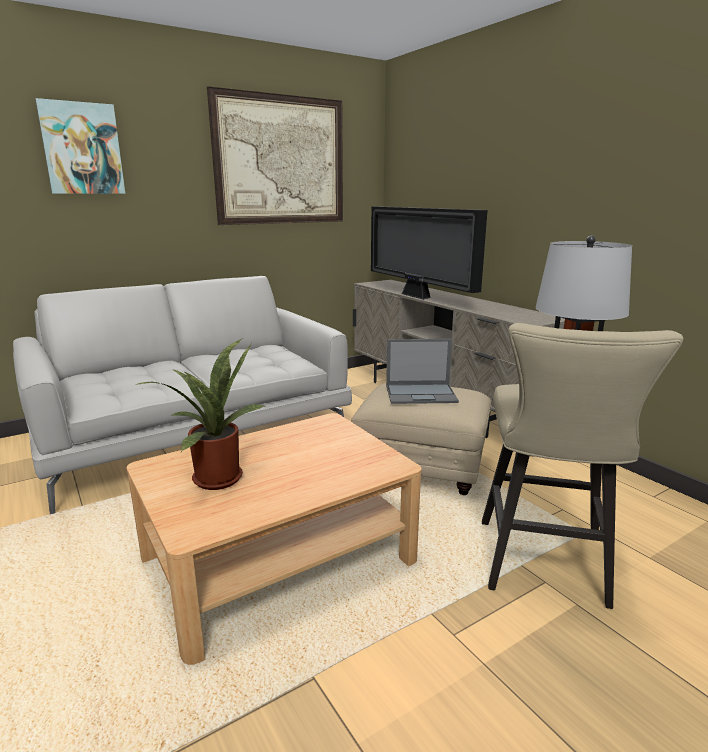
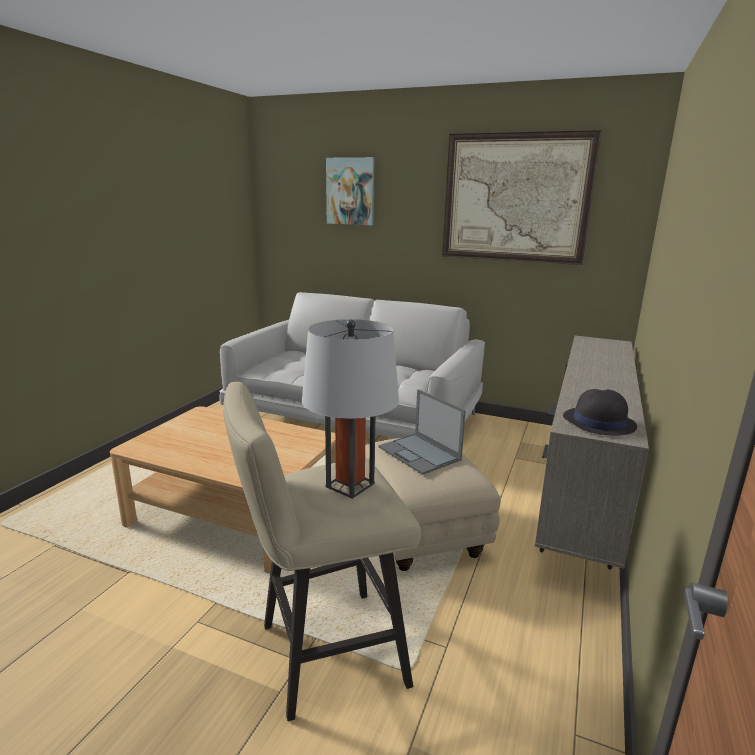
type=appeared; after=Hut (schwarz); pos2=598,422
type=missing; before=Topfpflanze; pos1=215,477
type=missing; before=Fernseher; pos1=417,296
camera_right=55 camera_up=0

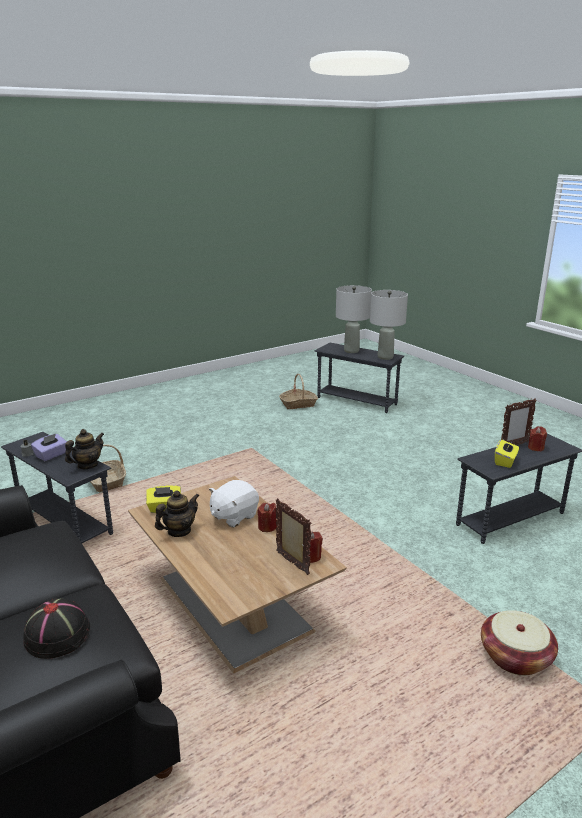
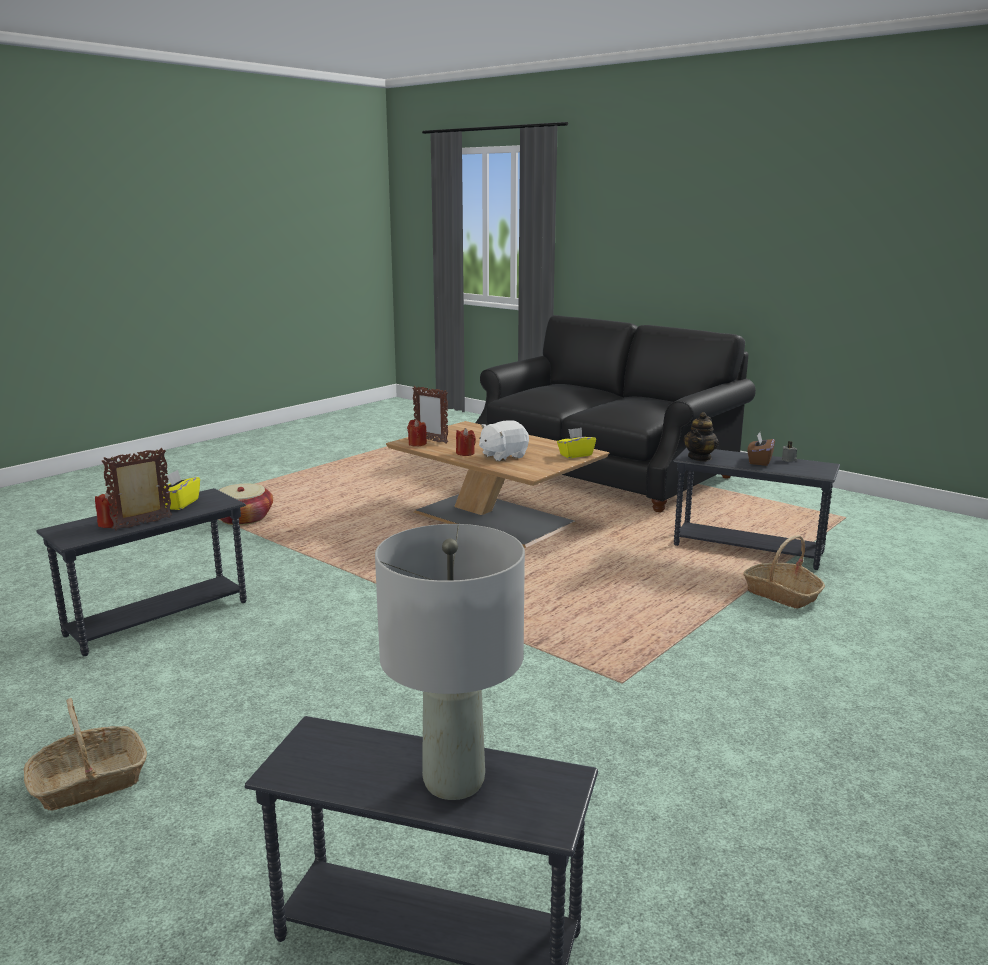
type=relocated; before=Korb; pos1=298,404; pos2=89,782
type=spun; before=Plüschtier (weiß); pos1=233,516; pos2=503,456; turn=-150
type=colour; before=Taschentuchbox (lila); after=Taschentuchbox (braun); pos1=51,455; pos2=759,461
type=missing; before=Hut (schwarz); pos1=58,634
type=missing; before=Teekanne; pos1=179,531
type=missing; before=Tischlampe (grau); pos1=385,357
camera_right=165 camera_up=-5

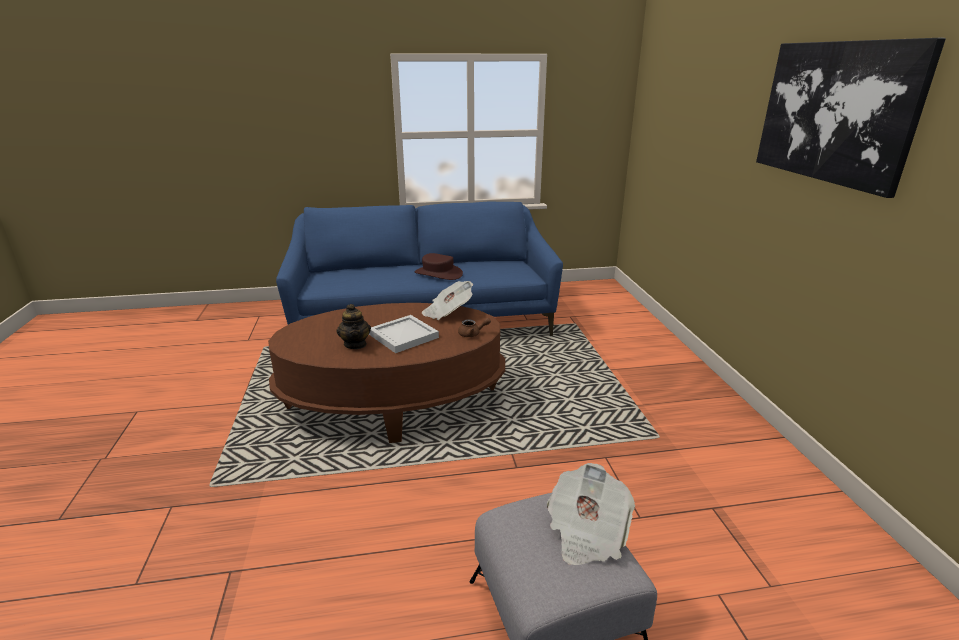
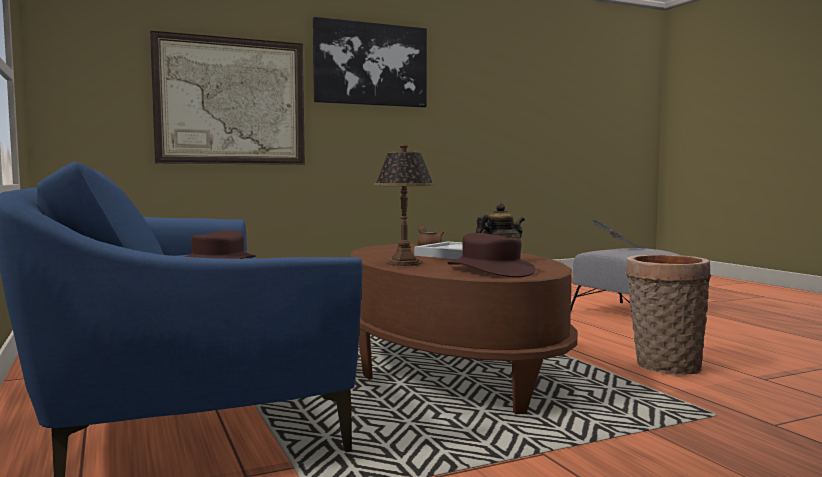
type=appeared; after=Bild; pos2=231,101
type=appeared; after=Tischlampe; pos2=404,263
type=appeared; after=Hut (braun); pos2=490,270
type=appeared; after=Korb; pos2=663,366
type=missing; before=Zeitung; pos1=447,312
camera_right=-105 camera_up=-20

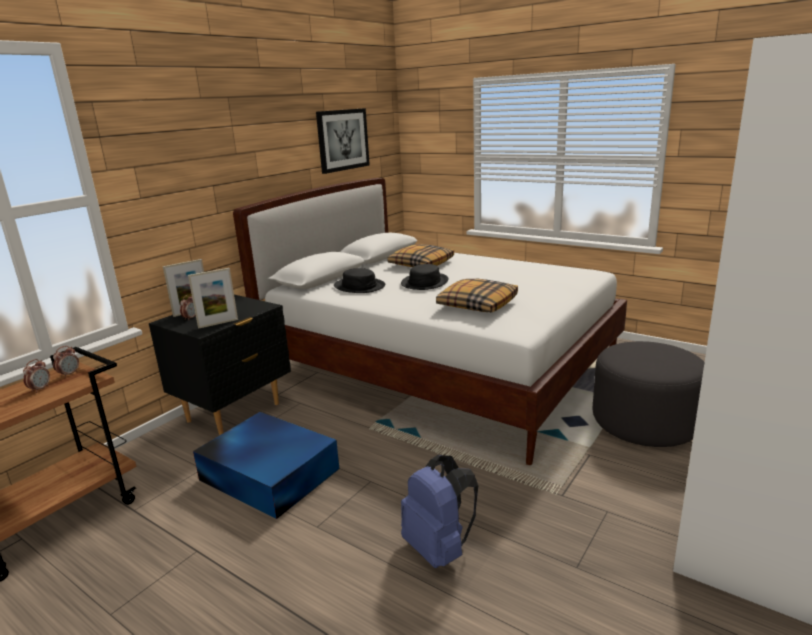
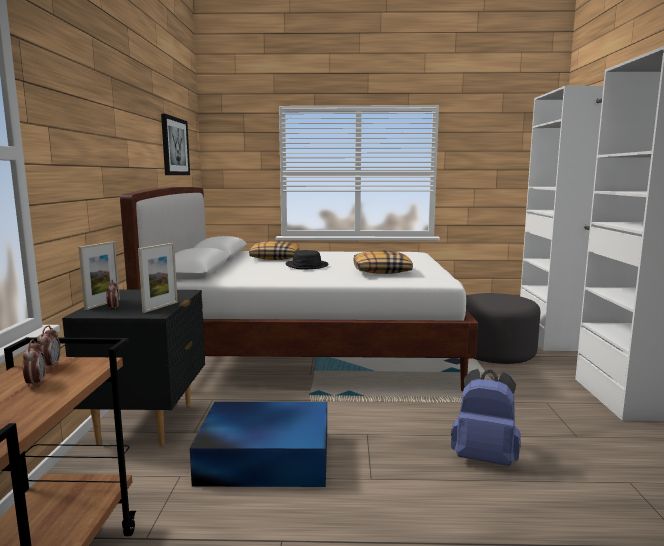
type=missing; before=Hut (schwarz); pos1=359,286
camera_right=-35 camera_up=-10

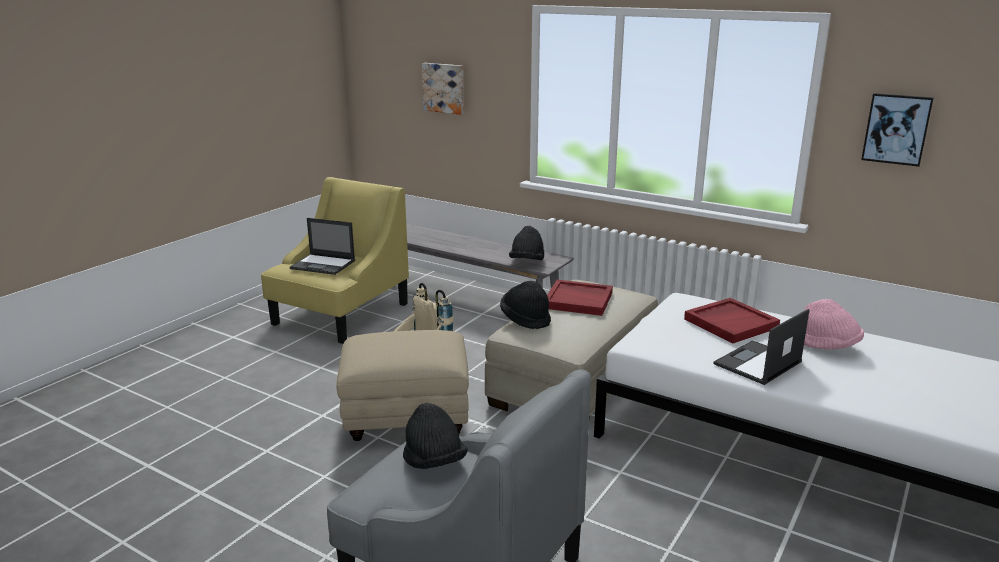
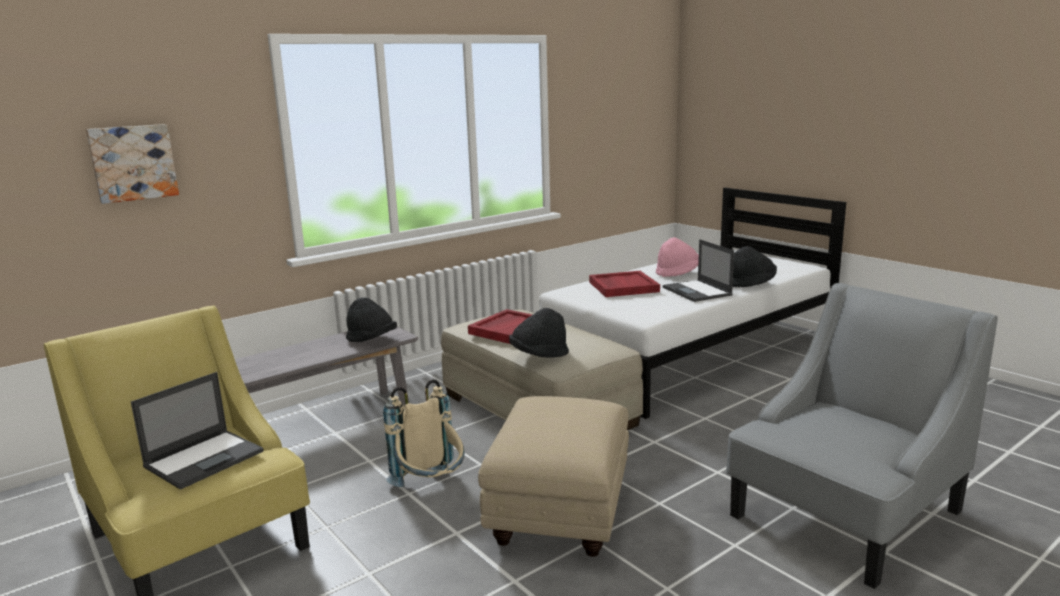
type=relocated; before=Hut (schwarz); pos1=434,462; pos2=750,284
type=missing; before=Bild; pos1=896,129
camera_right=-70 camera_up=-5

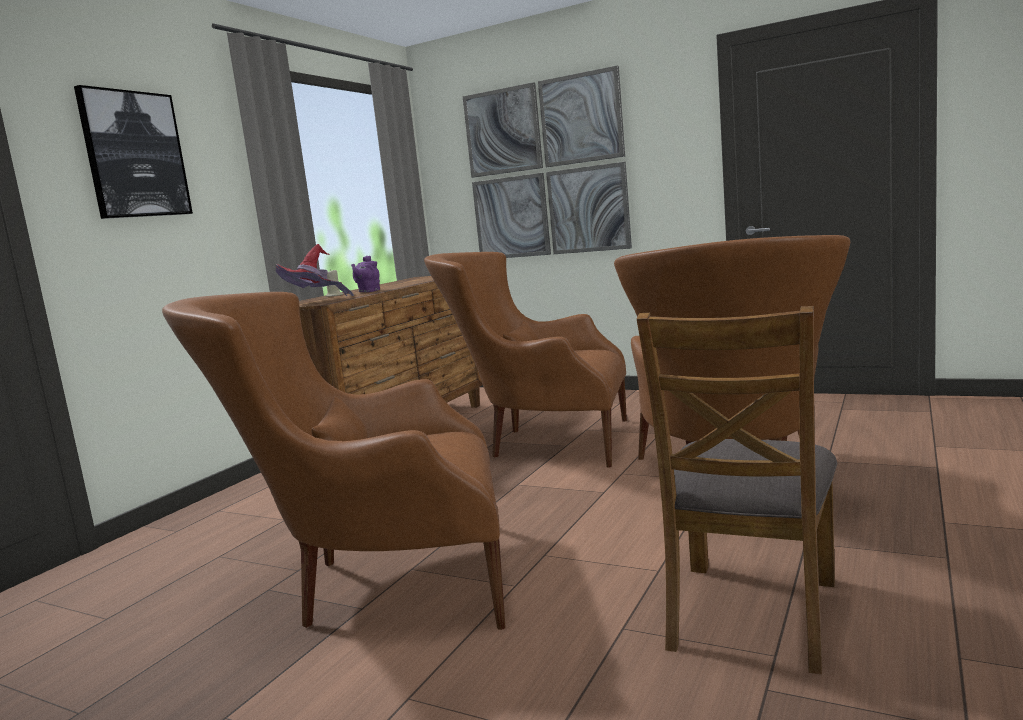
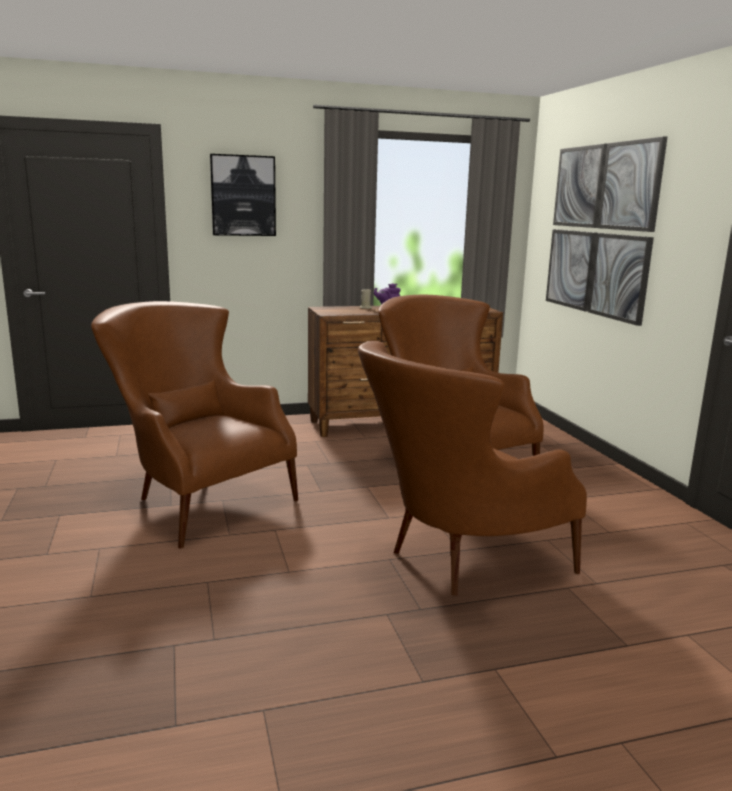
type=missing; before=Hut (rot); pos1=315,302
type=missing; before=Stuhl (braun); pos1=751,613
camera_right=45 camera_up=5

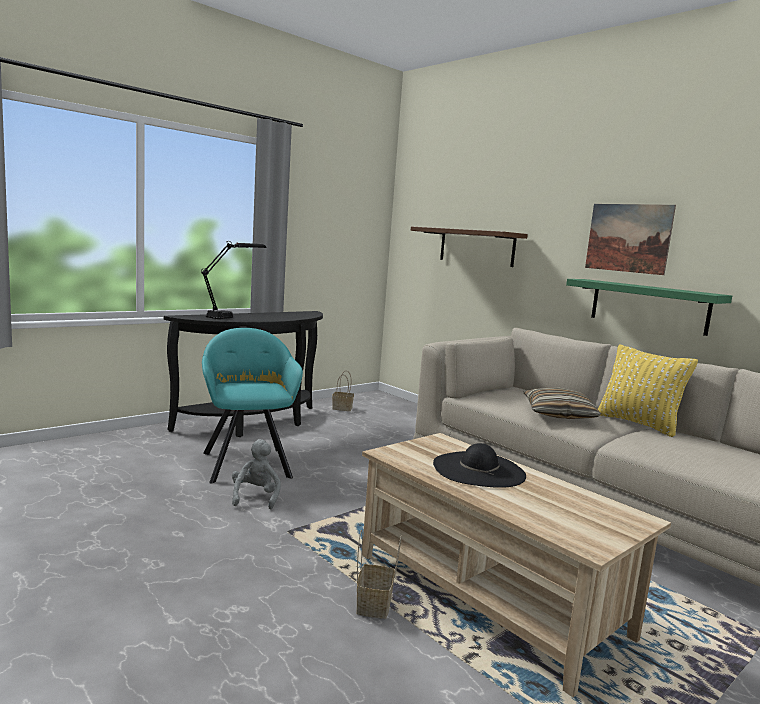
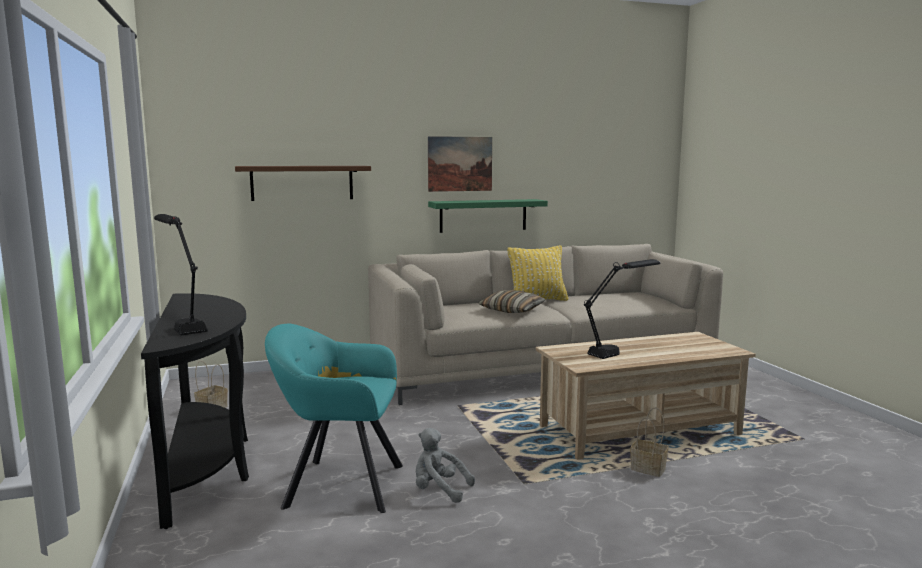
type=exchanged; before=Hut (schwarz); after=Tischlampe (schwarz); pos1=478,469; pos2=619,350
camera_right=-65 camera_up=0

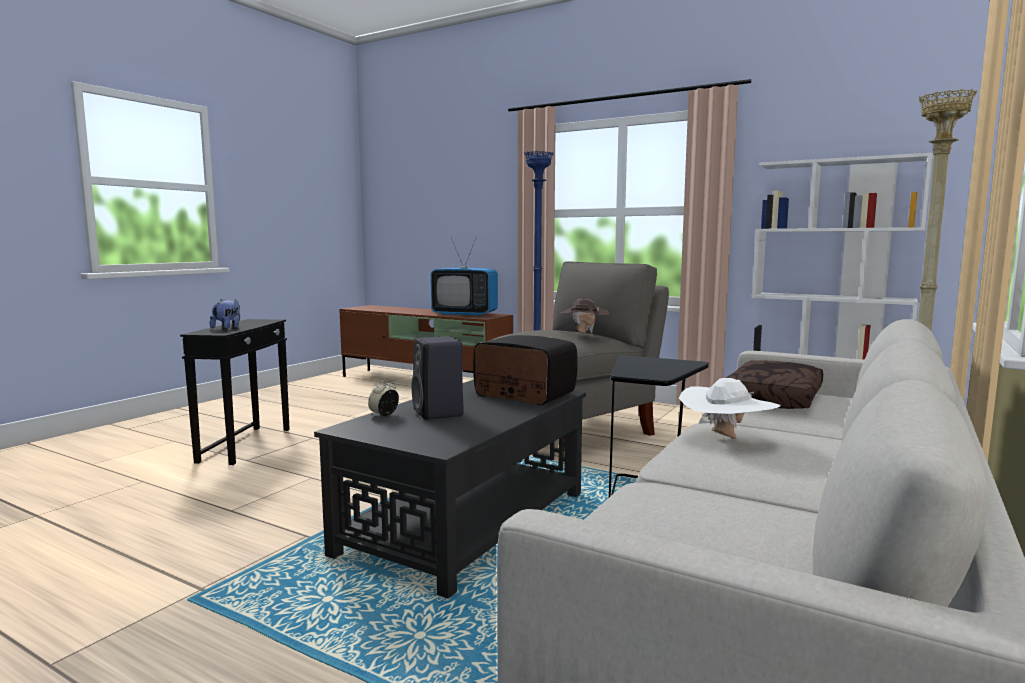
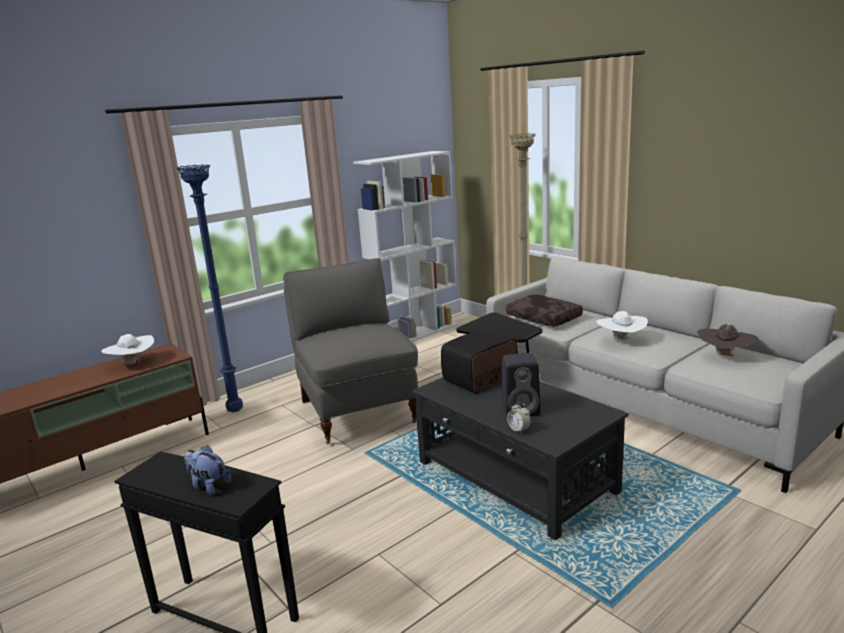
type=exchanged; before=Fernseher; after=Hut (weiß); pos1=465,314; pos2=132,364
type=relocated; before=Hut (braun); pos1=583,333; pos2=725,357
camera_right=-70 camera_up=10

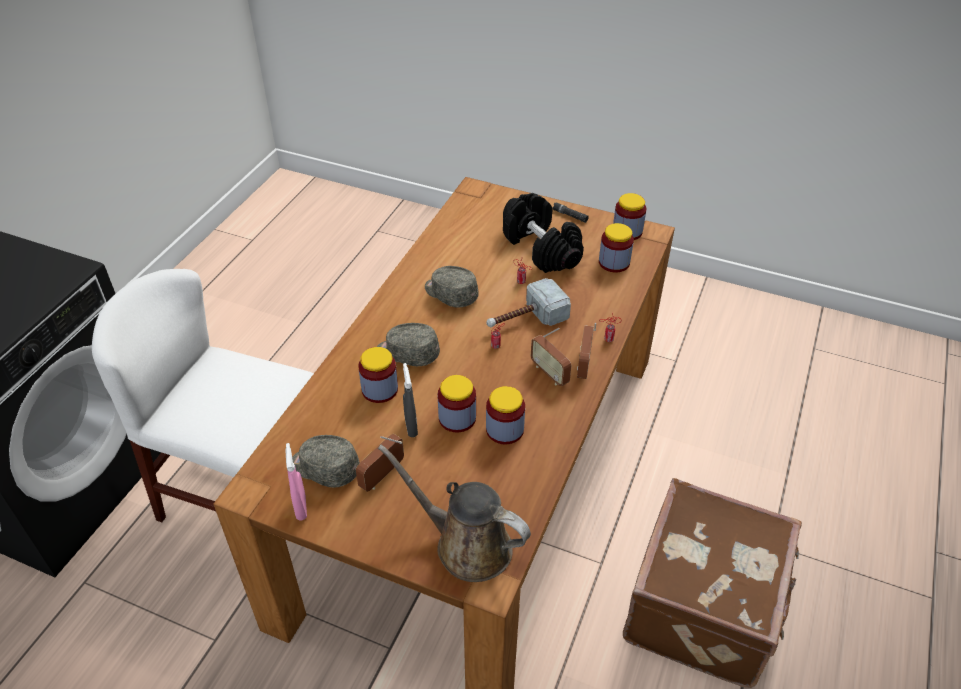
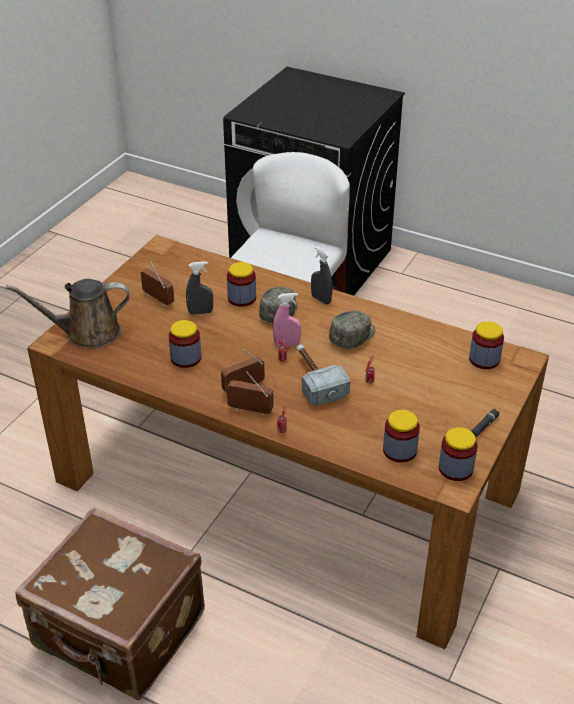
type=spun; before=Gießkanne (braun); pos1=466,545; pos2=87,333; turn=-135
type=relocated; before=Sprühflasche (rosa); pos1=301,508; pos2=287,344
type=appeared; after=Sprühflasche (grau); pos2=321,299
type=relocated; before=Vorratsglas; pos1=457,418; pos2=484,359
type=missing; before=Kappe (grau); pos1=325,468
type=missing; before=Hantel (schwarz); pos1=541,248
camera_right=95 camera_up=-5

